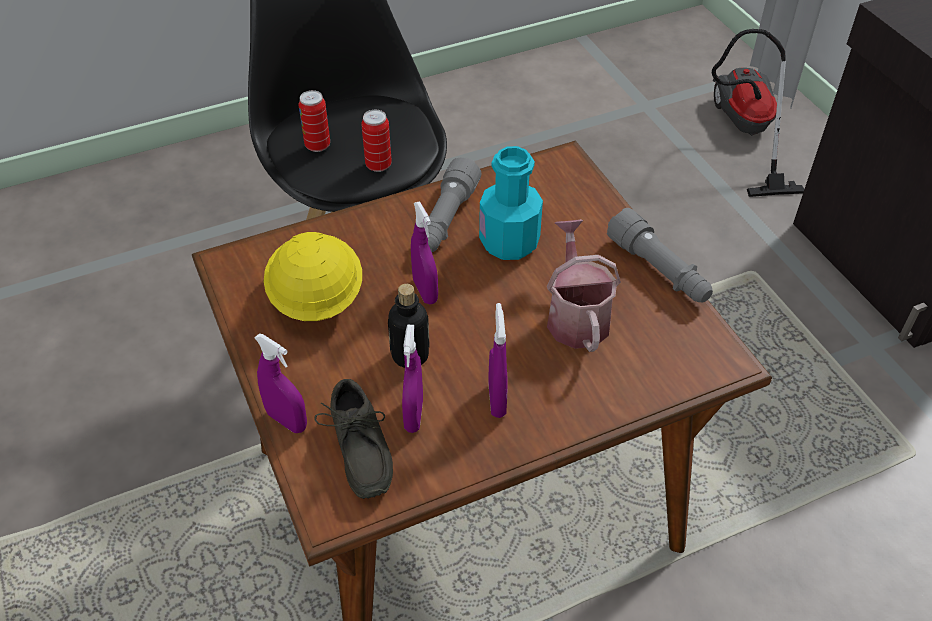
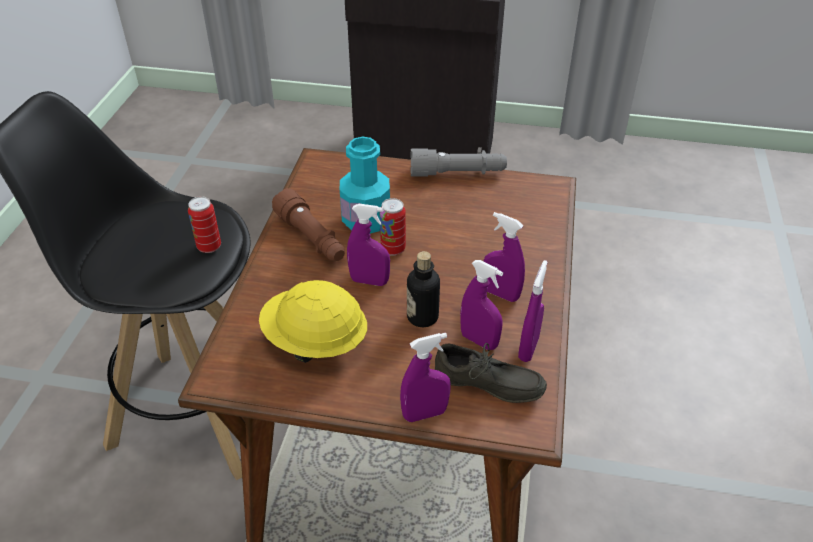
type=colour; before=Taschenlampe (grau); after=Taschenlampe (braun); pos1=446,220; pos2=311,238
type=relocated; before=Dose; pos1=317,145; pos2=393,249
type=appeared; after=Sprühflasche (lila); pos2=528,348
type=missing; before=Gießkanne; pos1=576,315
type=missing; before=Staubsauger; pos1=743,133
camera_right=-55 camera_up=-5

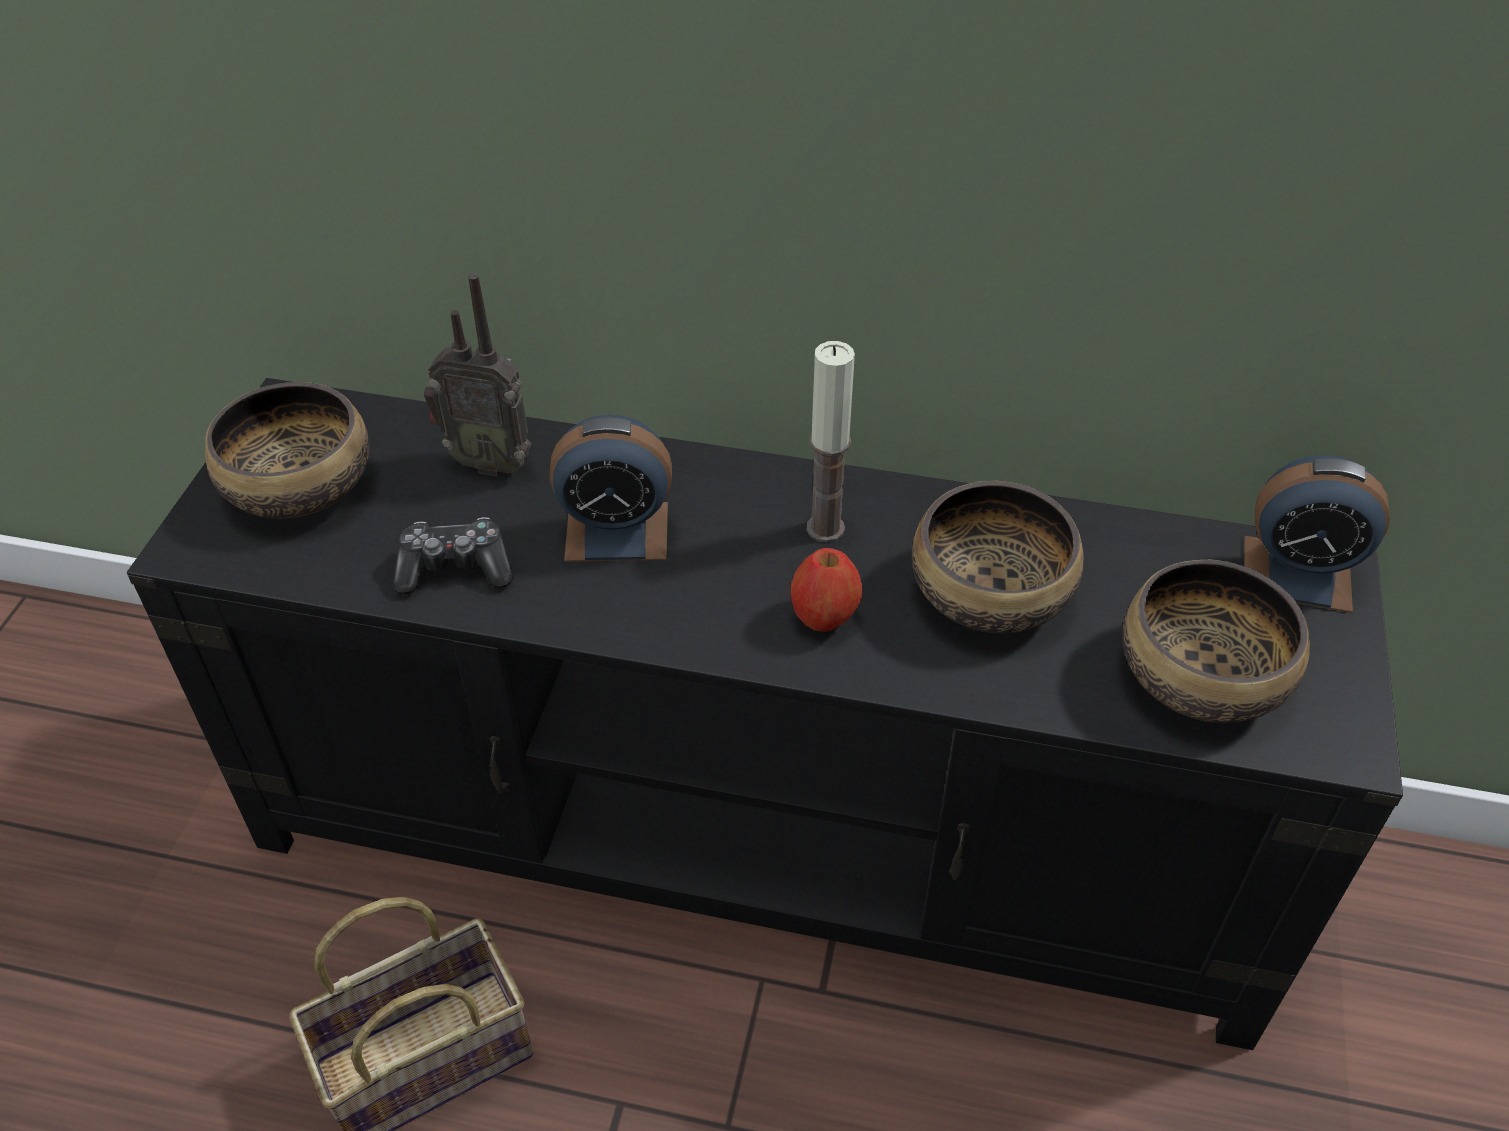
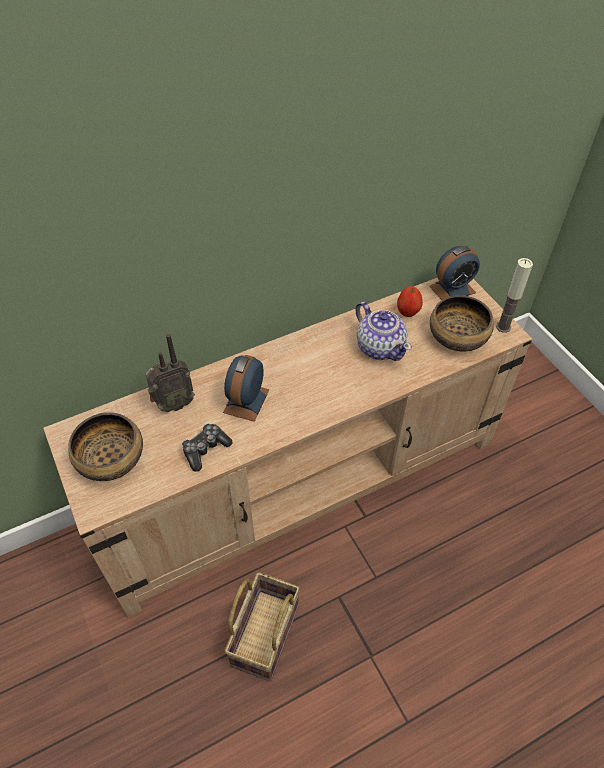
type=colour; before=Fernsehschrank (schwarz); after=Fernsehschrank (beige); pos1=760,836; pos2=302,482
type=spun; before=Wecker; pos1=617,531; pos2=246,401; turn=150
type=exchanged; before=Schüssel; after=Teekanne; pos1=992,592; pos2=380,347
type=relocated; before=Apfel; pos1=824,618; pos2=408,312
type=relocated; before=Kerze; pos1=825,528; pos2=503,327
camera_right=-40 camera_up=5

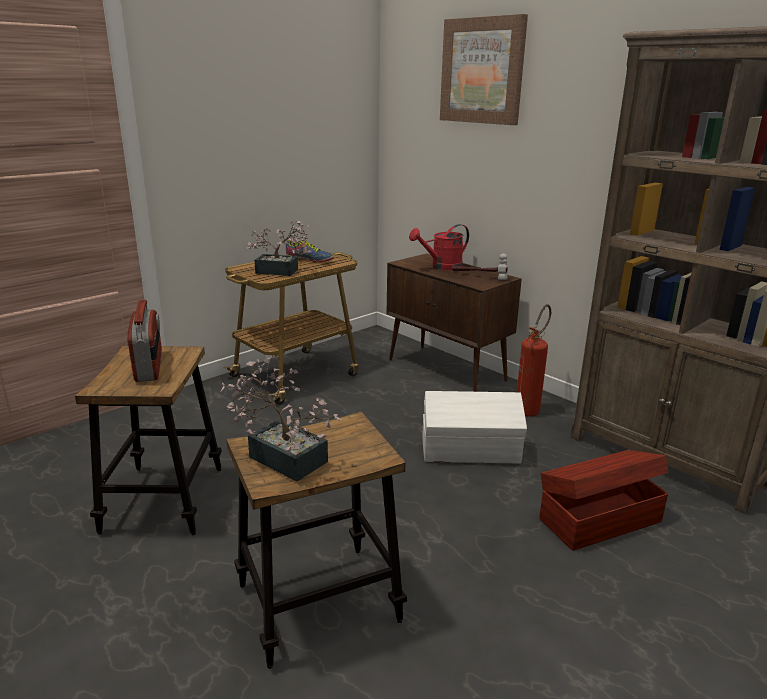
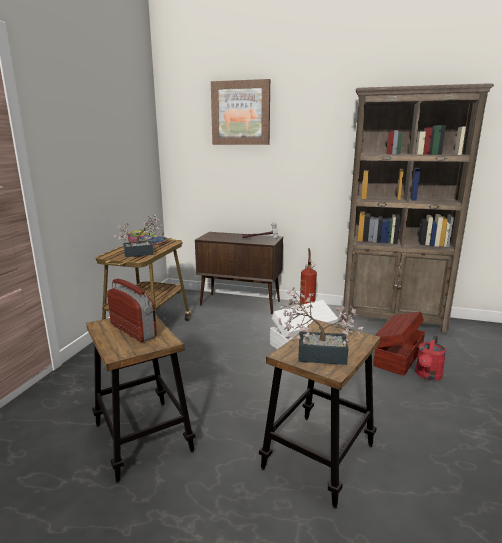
type=relocated; before=Gießkanne (rot); pos1=441,267; pos2=427,376
camera_right=-30 camera_up=-5

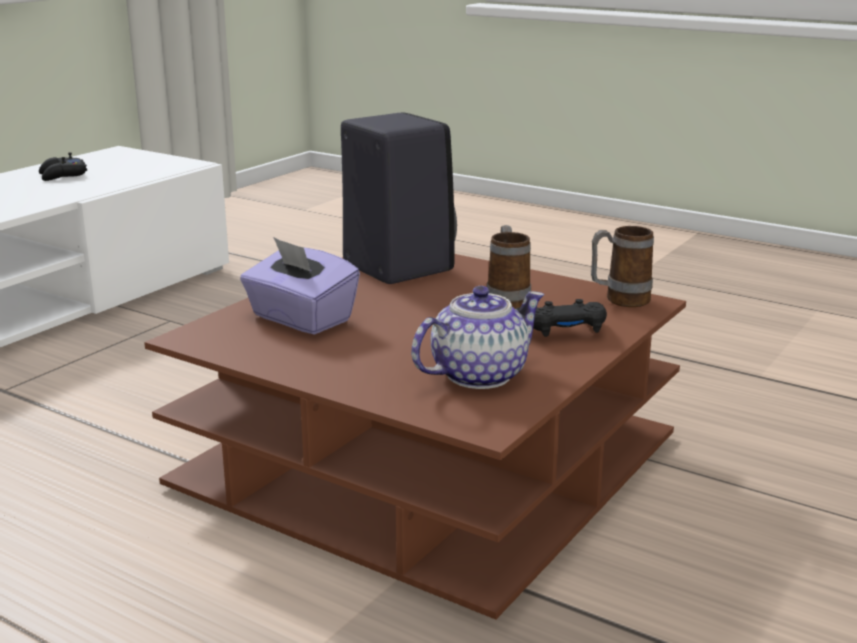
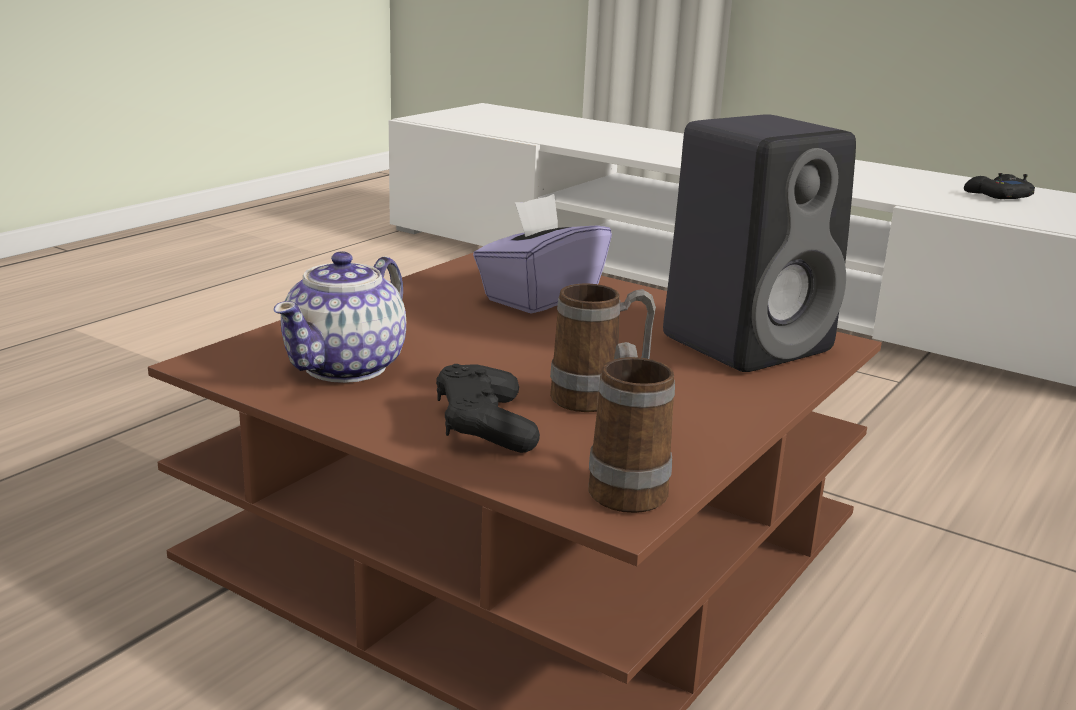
type=spun; before=Teekanne; pos1=477,375; pos2=347,366; turn=60
camera_right=90 camera_up=0

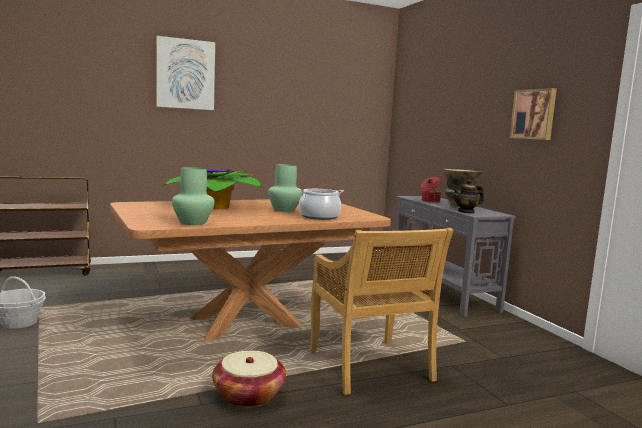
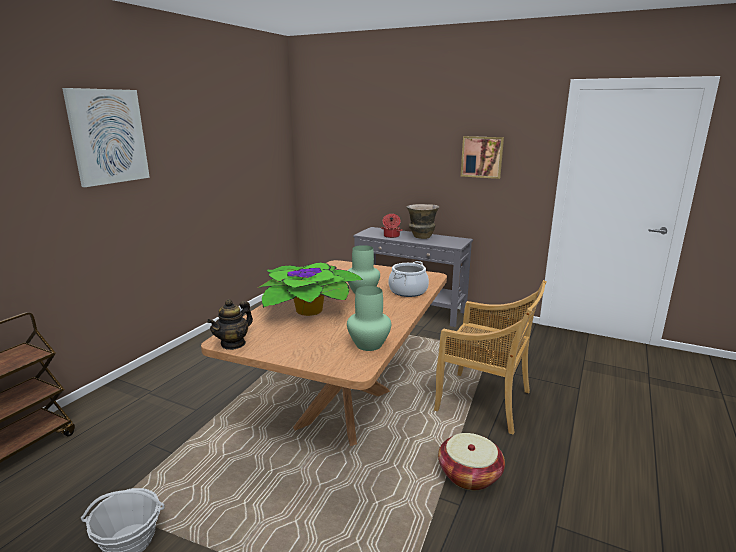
type=relocated; before=Teekanne; pos1=466,212; pos2=233,344
camera_right=-40 camera_up=10

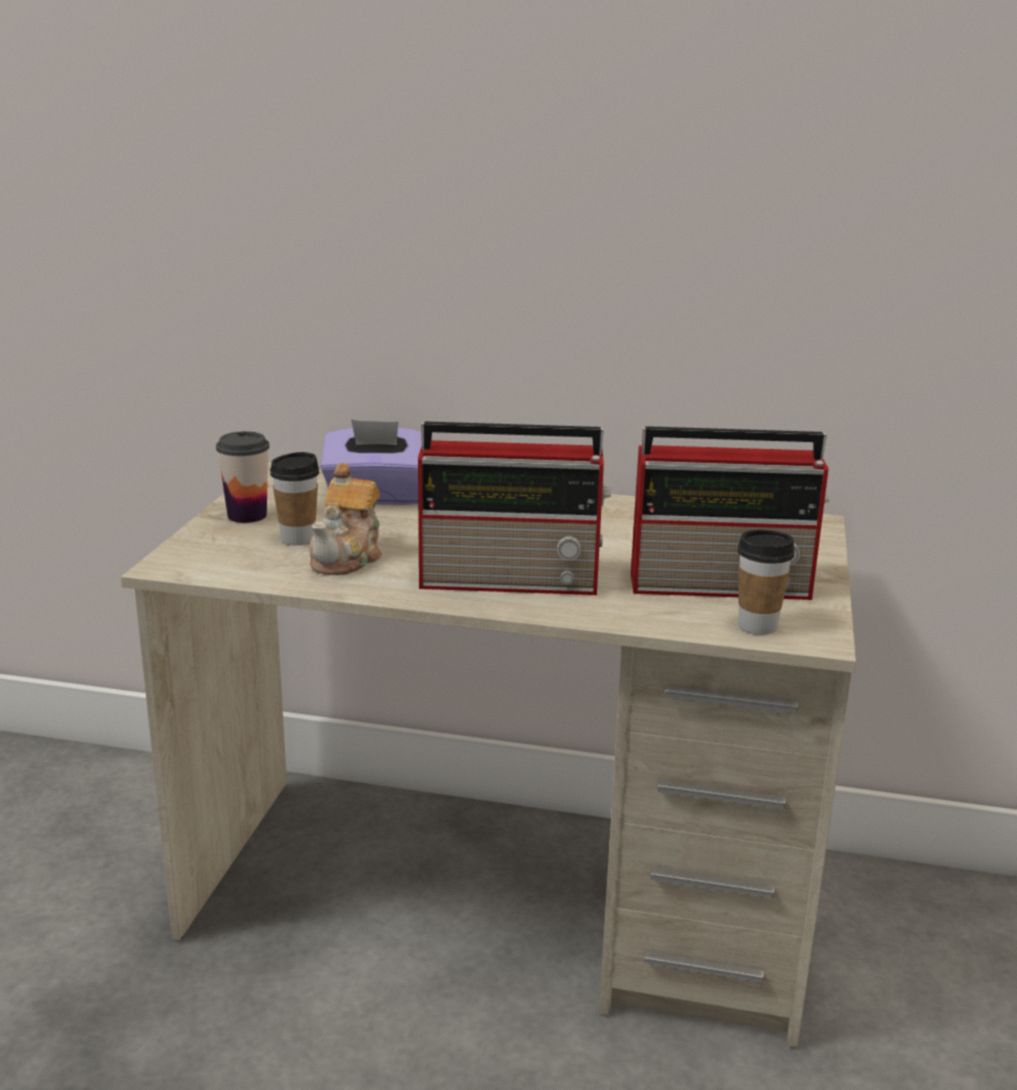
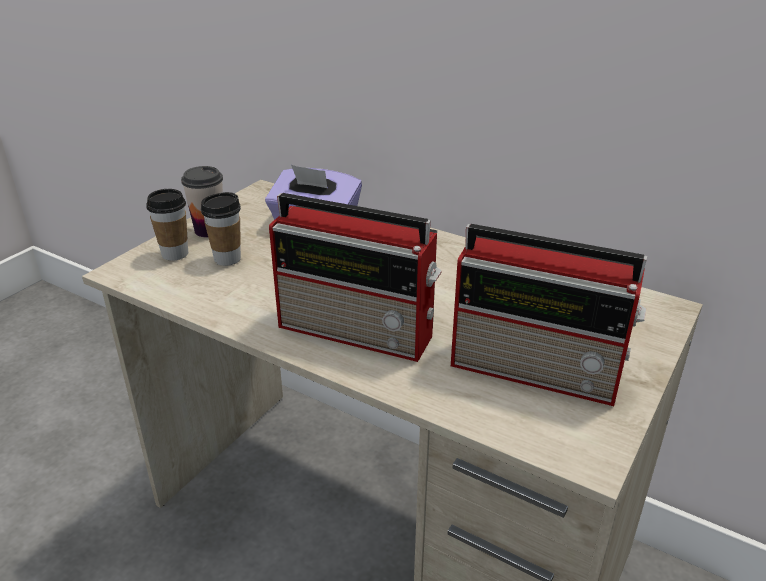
type=relocated; before=Tasse; pos1=757,626; pos2=175,254
type=missing; before=Teekanne; pos1=348,558
camera_right=20 camera_up=10

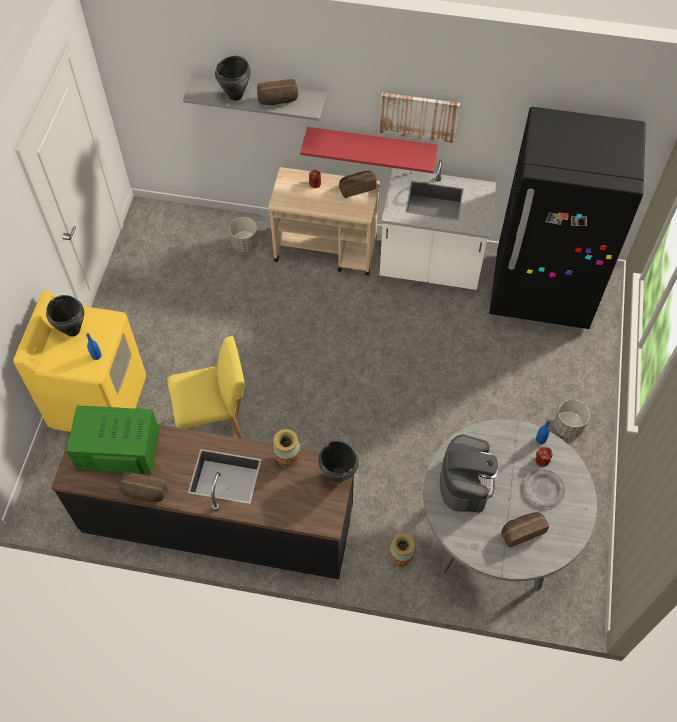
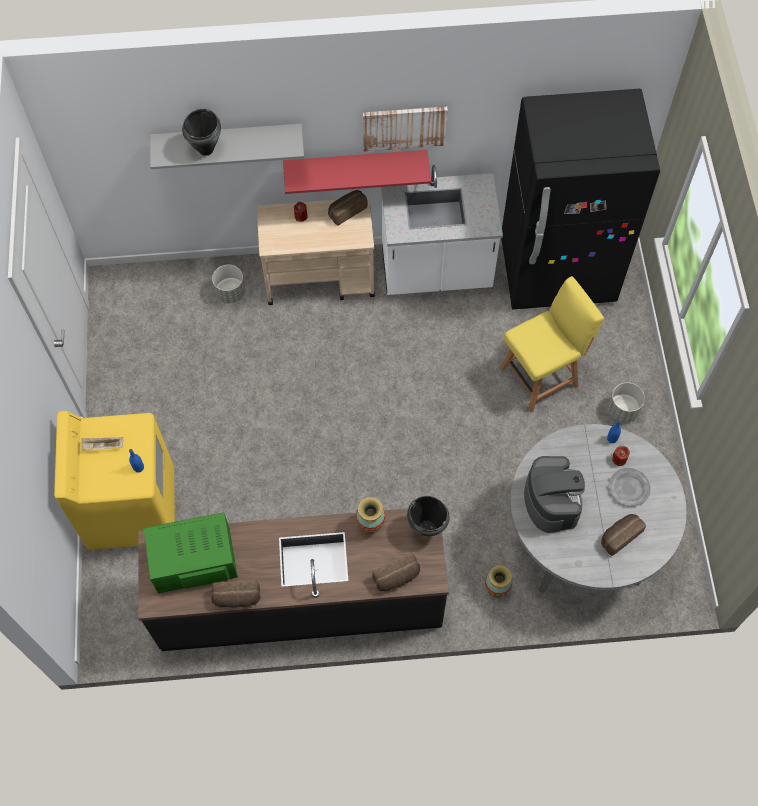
type=exchanged; before=Kochtopf (schwarz); after=Tablett (beige); pos1=72,330; pos2=103,446
type=relocated; before=Brot; pos1=278,101; pos2=397,578
type=relocated; before=Stuhl (gelb); pos1=216,429; pos2=541,376
camera_right=-15 camera_up=5

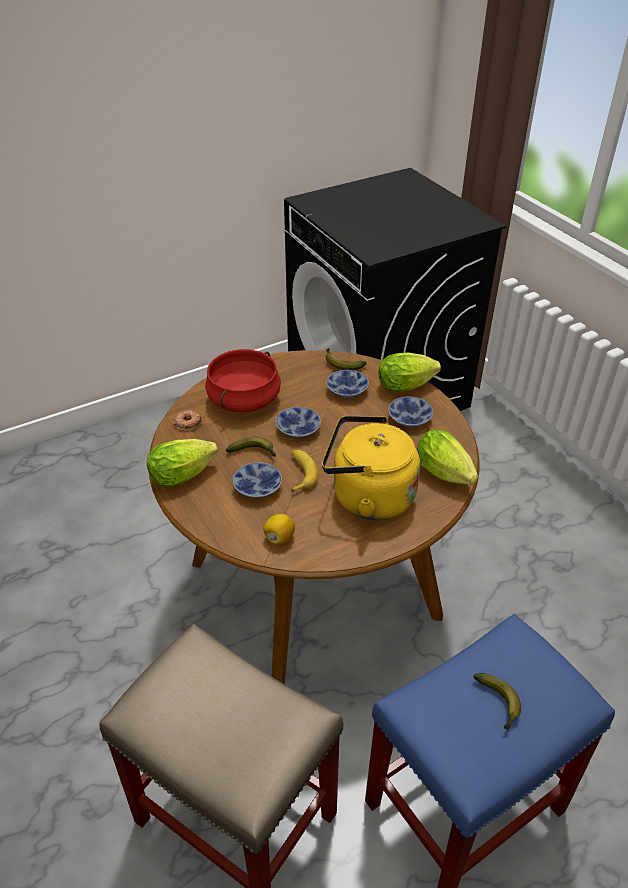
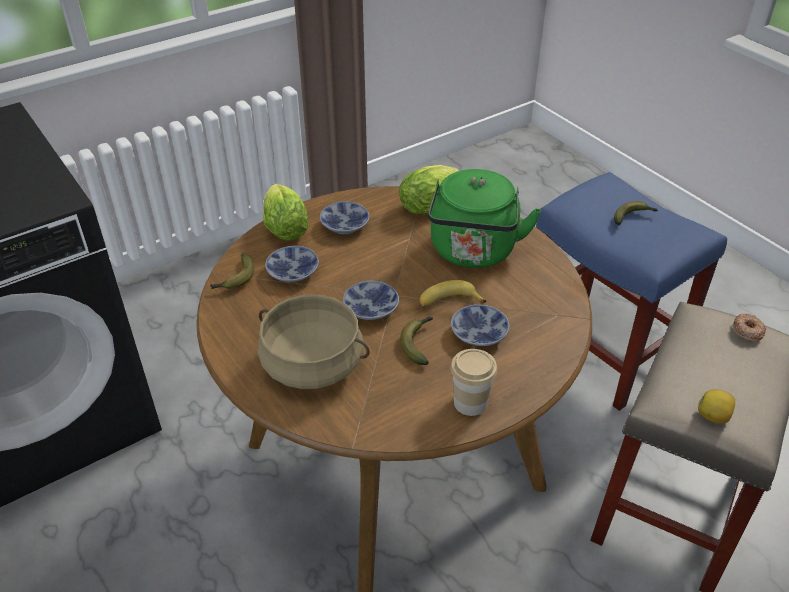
type=colour; before=Kochtopf (rot); after=Kochtopf (beige); pos1=244,400; pos2=313,364
type=colour; before=Wasserkessel (gelb); after=Wasserkessel (grün); pos1=367,497; pos2=473,252
type=exchanged; before=Salatkopf; after=Tasse; pos1=186,474; pos2=470,402
type=relocated; before=Zitrone; pos1=279,538; pos2=713,416
type=relocated; before=Donut; pos1=187,423; pos2=747,330
camera_right=-95 camera_up=0

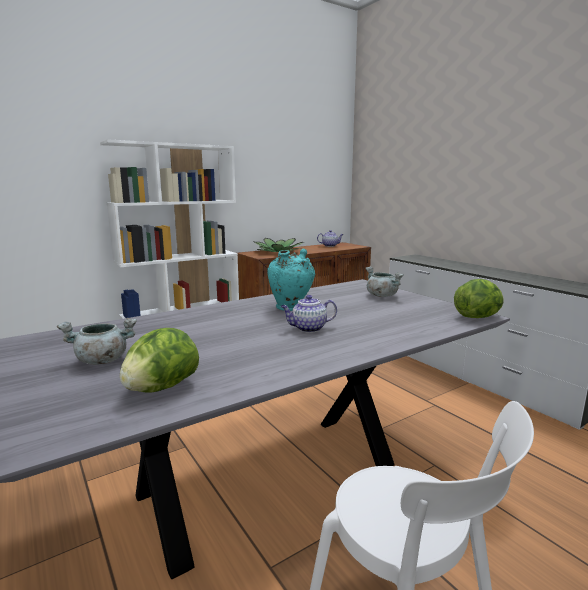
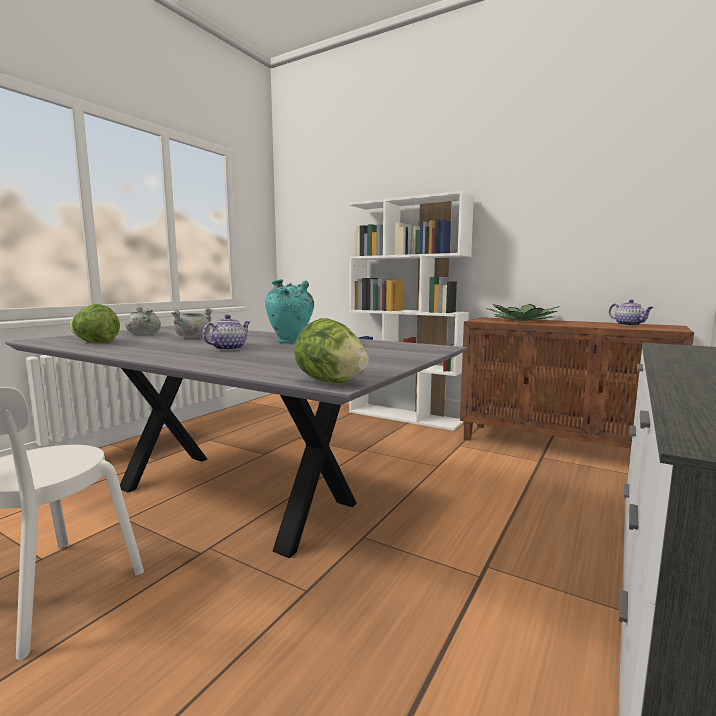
type=relocated; before=Kochtopf (grau); pos1=381,295; pos2=193,337
type=spun; before=Teekanne; pos1=308,328; pos2=229,348; turn=75
camera_right=65 camera_up=-5

